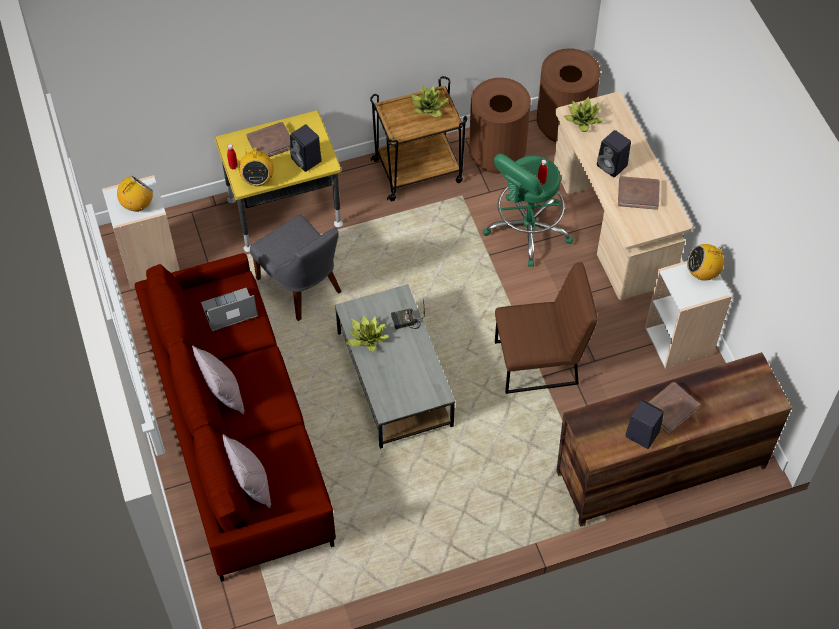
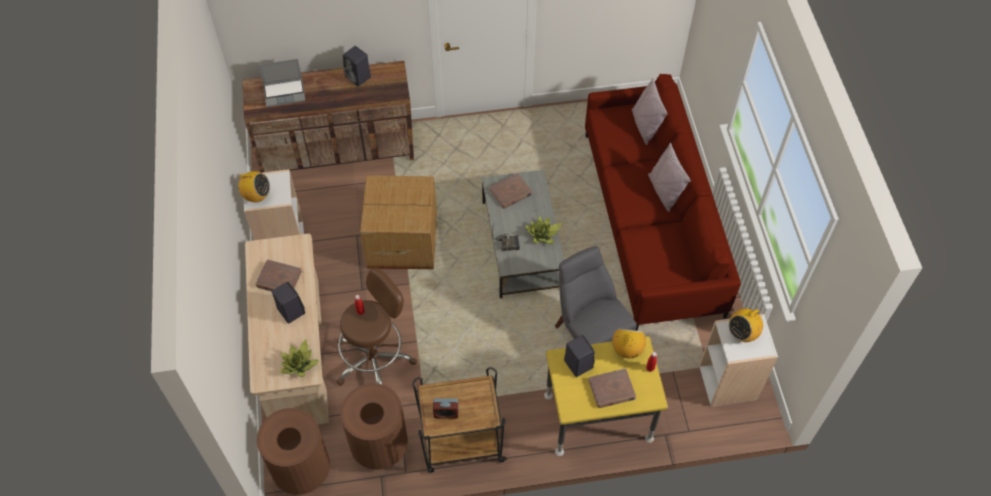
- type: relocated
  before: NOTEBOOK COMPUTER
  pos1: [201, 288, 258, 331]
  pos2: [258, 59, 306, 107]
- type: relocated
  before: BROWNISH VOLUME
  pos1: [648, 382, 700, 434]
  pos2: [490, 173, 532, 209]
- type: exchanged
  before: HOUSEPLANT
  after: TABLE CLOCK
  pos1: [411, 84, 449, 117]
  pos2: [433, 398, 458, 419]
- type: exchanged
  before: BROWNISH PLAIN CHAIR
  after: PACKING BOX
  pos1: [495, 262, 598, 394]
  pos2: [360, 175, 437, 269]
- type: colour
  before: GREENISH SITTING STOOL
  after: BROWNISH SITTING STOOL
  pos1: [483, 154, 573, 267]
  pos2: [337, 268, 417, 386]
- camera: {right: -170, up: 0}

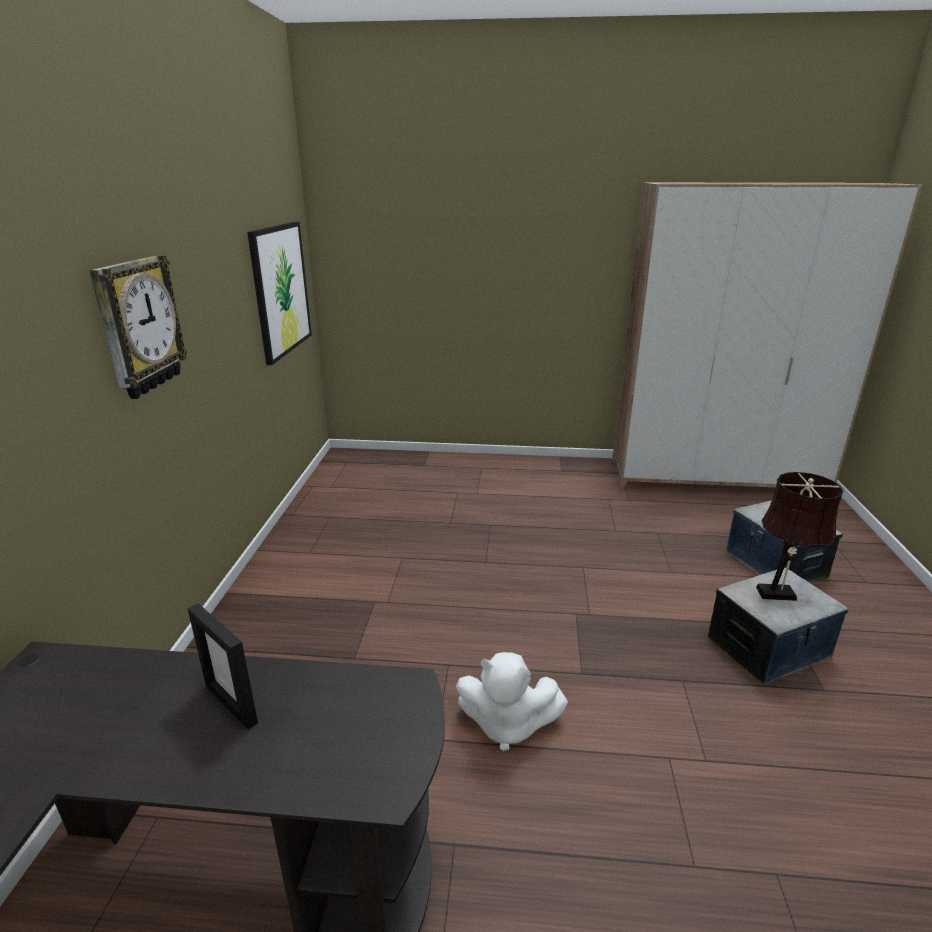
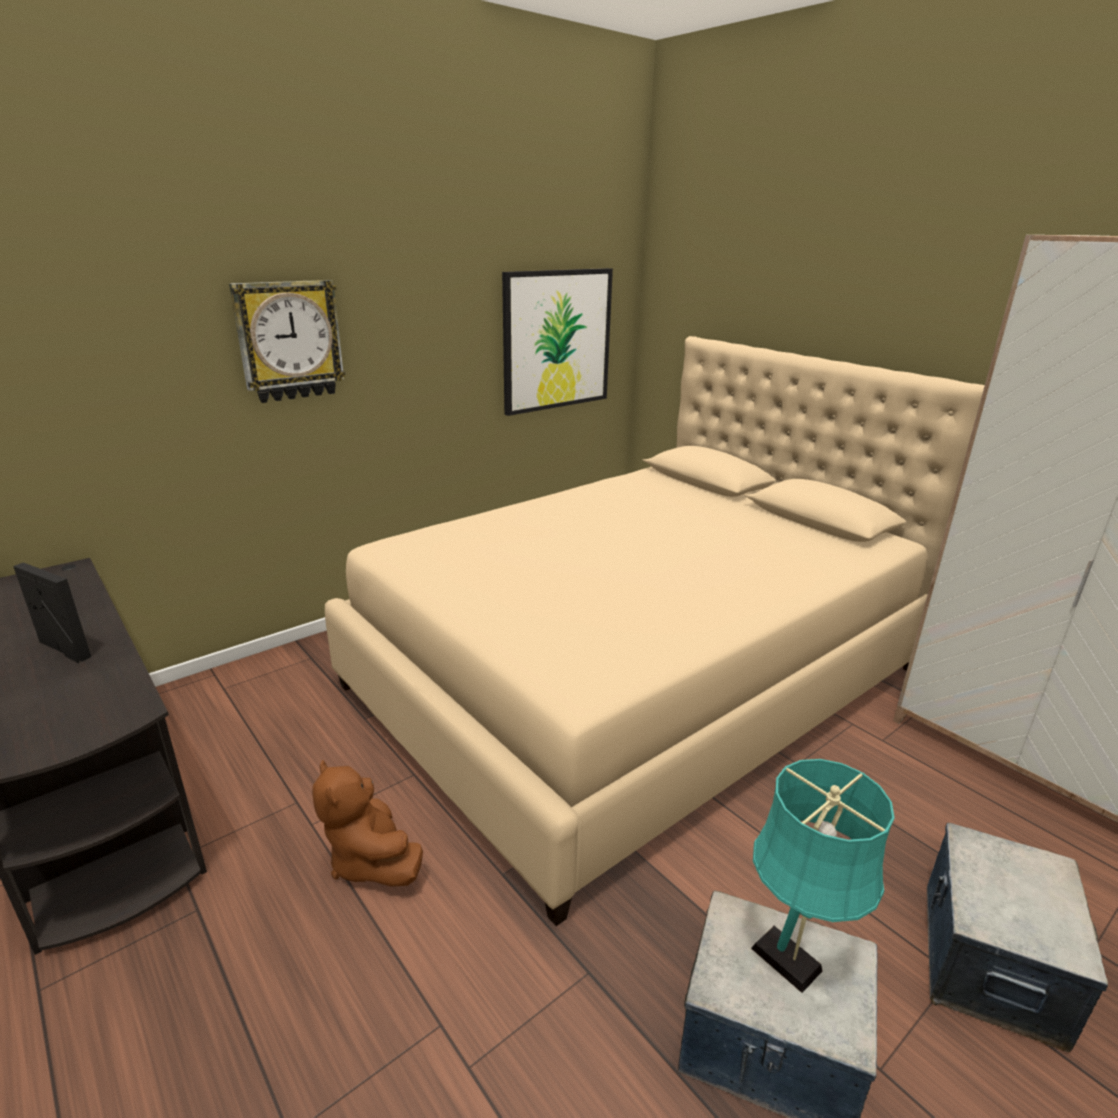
- type: appeared
  after: BEIGE BEDROOM BED
  pos2: [325, 336, 985, 926]
- type: colour
  before: WHITISH PLUSH TOY
  after: BROWNISH PLUSH TOY
  pos1: [456, 652, 568, 751]
  pos2: [312, 760, 423, 887]
- type: colour
  before: BROWNISH TABLETOP LAMP
  after: BLUE-GREEN TABLETOP LAMP
  pos1: [756, 472, 844, 601]
  pos2: [751, 759, 894, 993]
- type: spun
  before: PHOTO FRAME
  pos1: [187, 603, 258, 729]
  pos2: [13, 562, 91, 663]
  turn: 120
- camera: {right: 45, up: 0}

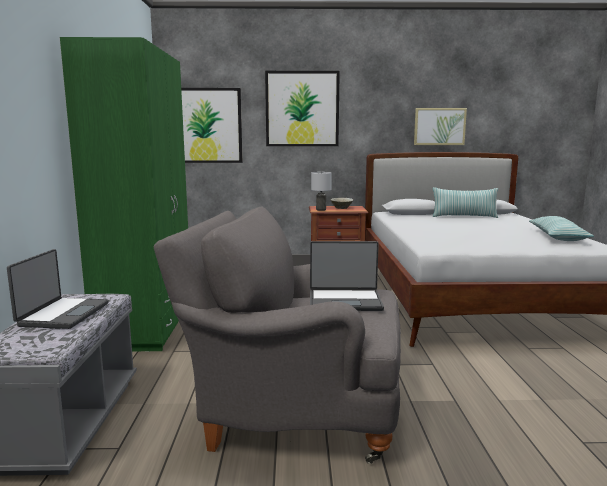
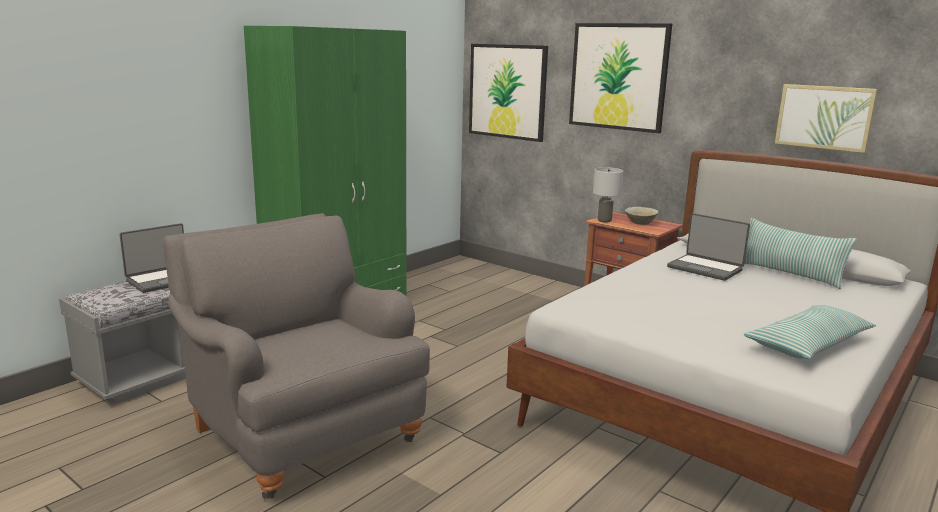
- type: relocated
  before: NOTEBOOK COMPUTER
  pos1: [310, 241, 384, 311]
  pos2: [667, 213, 750, 281]
- camera: {right: 40, up: 5}

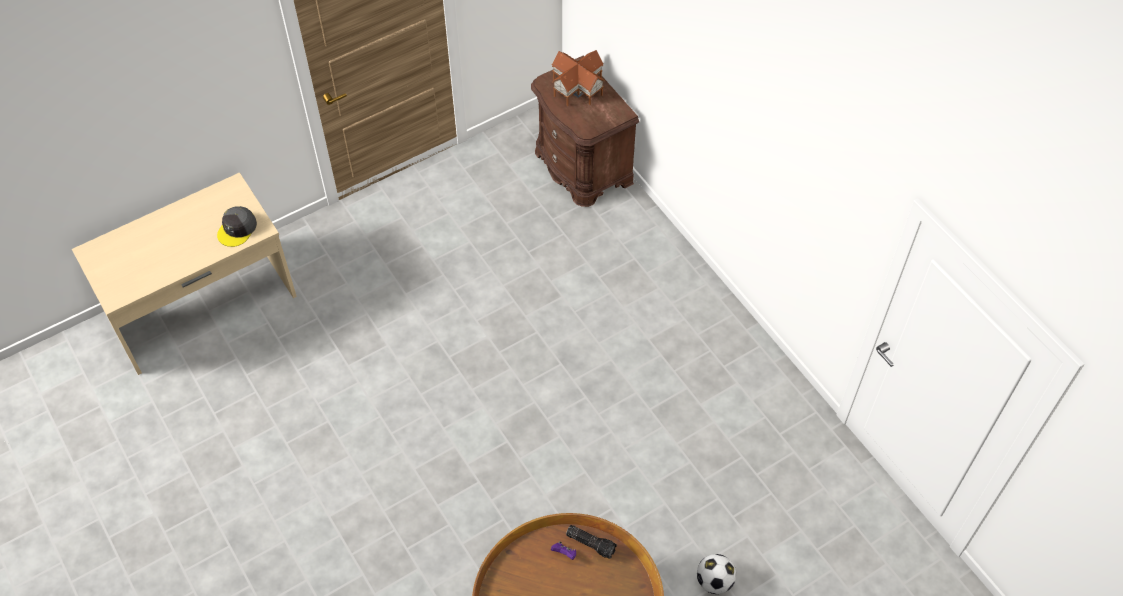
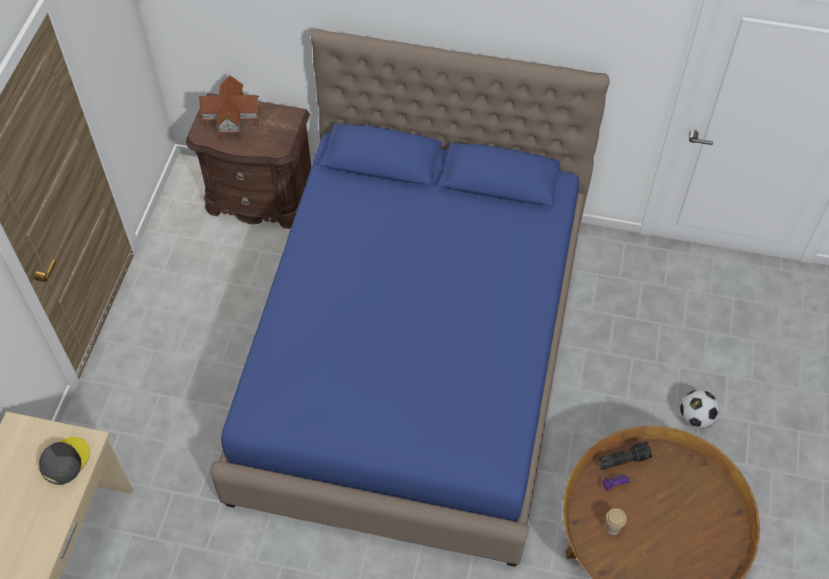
- type: appeared
  after: BLUE-COLOURED BEDROOM BED
  pos2: [211, 29, 610, 567]
- type: appeared
  after: DRINKING CUP
  pos2: [605, 508, 627, 535]
- type: spun
  before: GREYISH BASEBALL CAP
  pos1: [217, 206, 257, 247]
  pos2: [39, 437, 90, 485]
  turn: -135
- camera: {right: -45, up: 0}

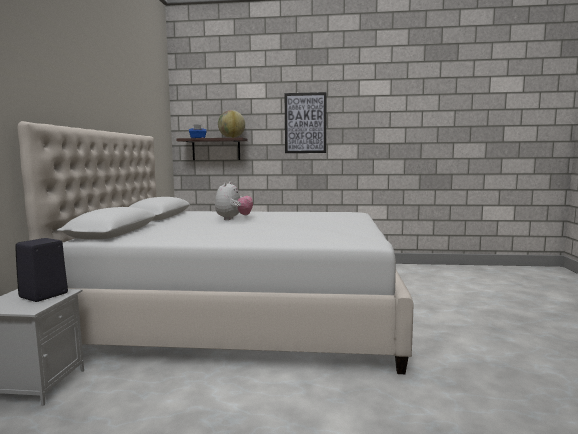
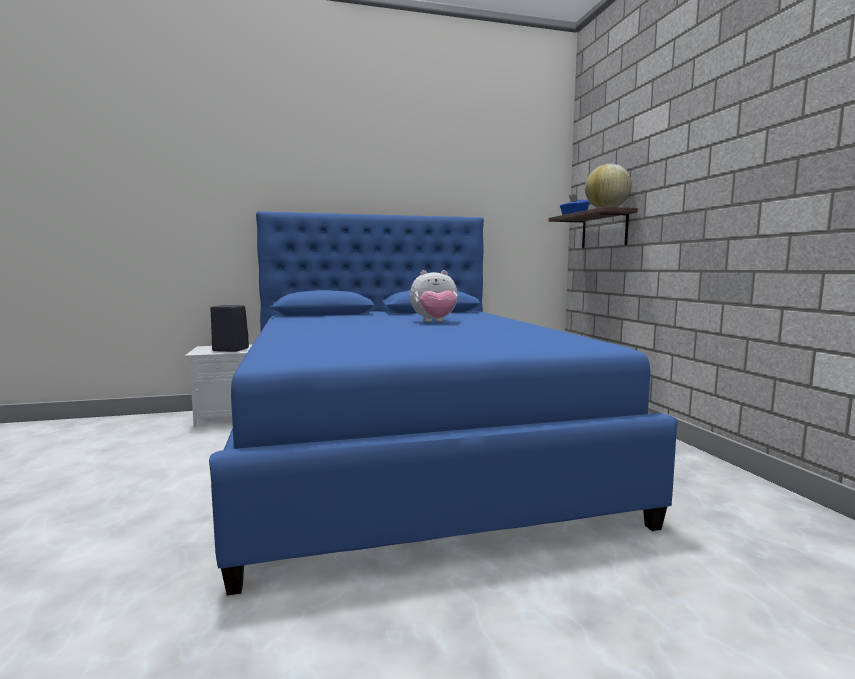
- type: missing
  before: WALL ART
  pos1: [285, 92, 327, 153]
- type: colour
  before: WHITISH BEDROOM BED
  after: BLUE-COLOURED BEDROOM BED
  pos1: [18, 121, 413, 374]
  pos2: [209, 211, 678, 596]
- camera: {right: 70, up: 0}

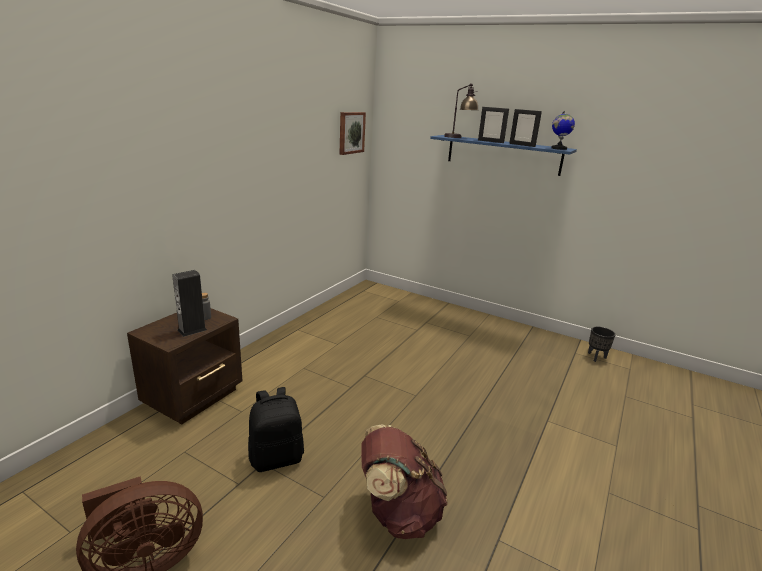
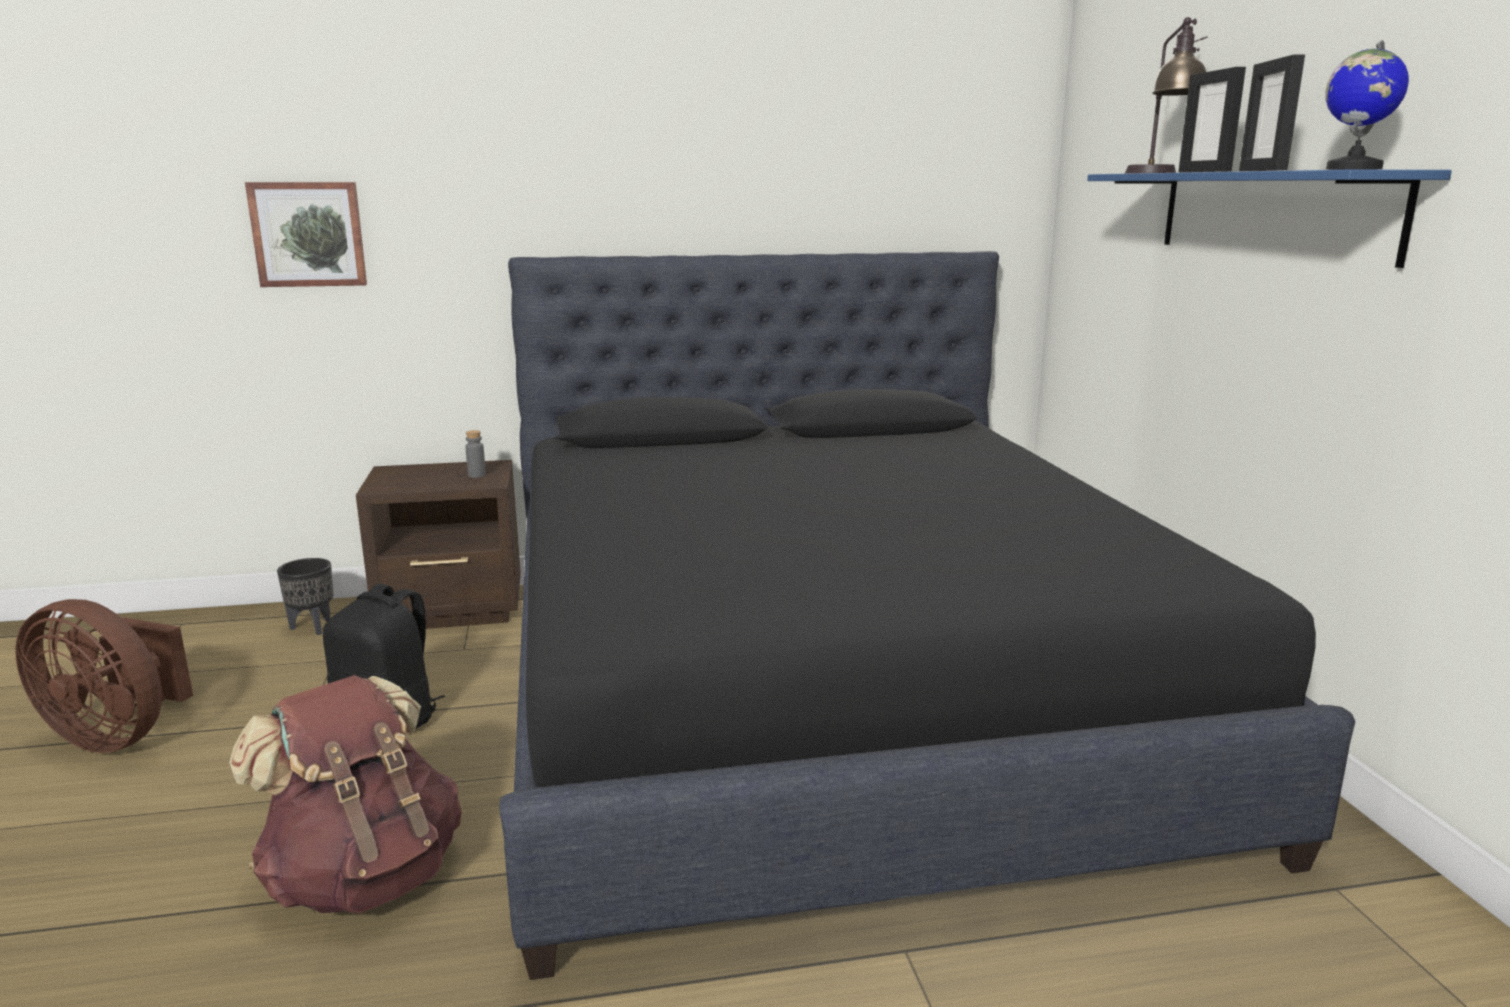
- type: missing
  before: AUDIO SPEAKER
  pos1: [172, 270, 207, 337]
- type: appeared
  after: BLACKISH BEDROOM BED
  pos2: [499, 251, 1355, 980]
- type: relocated
  before: WALL ART
  pos1: [339, 112, 366, 155]
  pos2: [245, 182, 367, 287]
- type: relocated
  before: BLACKISH PLANTER
  pos1: [588, 327, 615, 362]
  pos2: [277, 558, 334, 635]
- camera: {right: 50, up: -5}

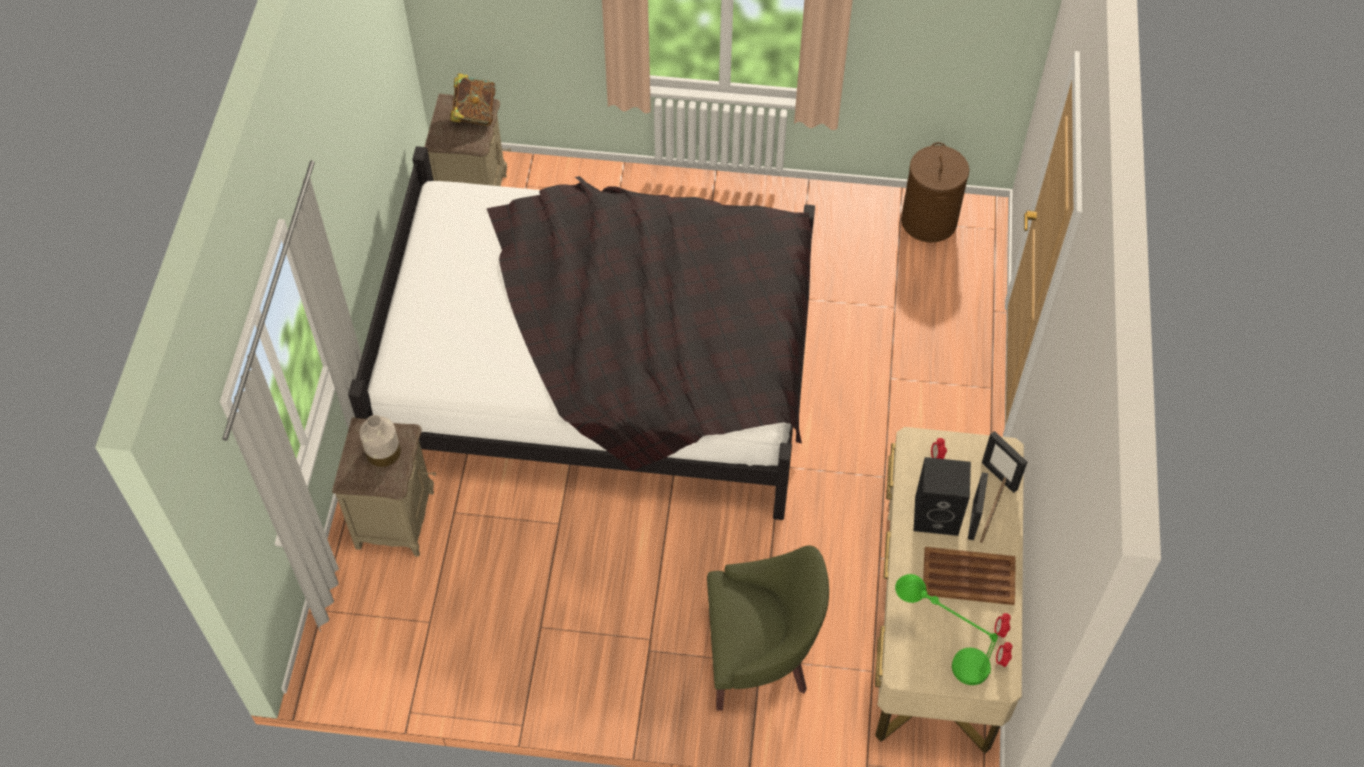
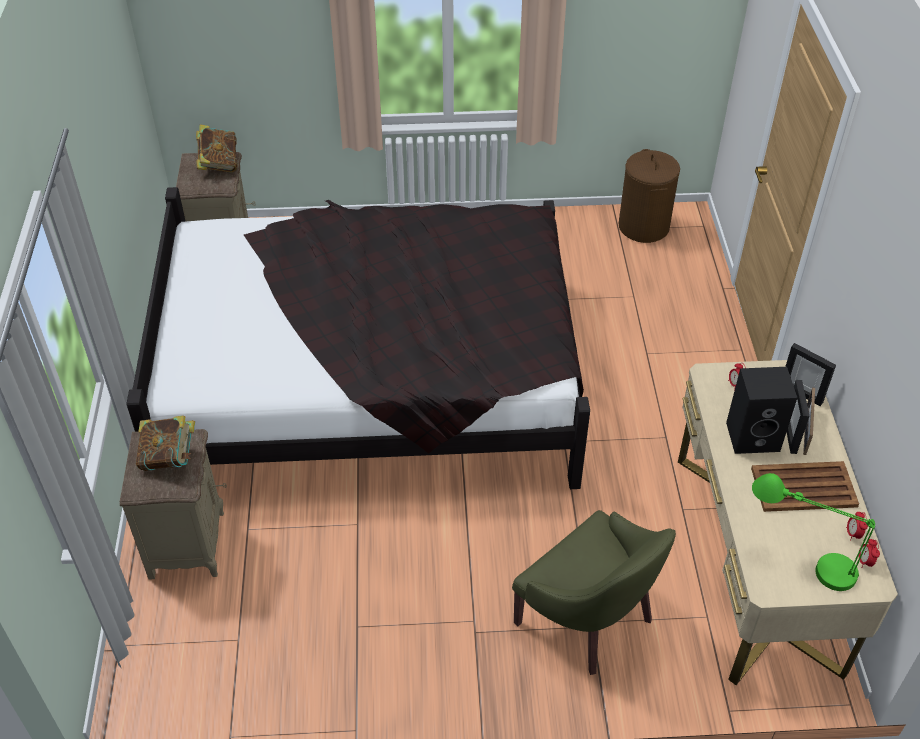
- type: exchanged
  before: BEIGE VASE
  after: VOLUME
  pos1: [359, 415, 401, 467]
  pos2: [136, 415, 195, 471]
- type: spun
  before: GREENISH LOUNGE CHAIR
  pos1: [707, 545, 829, 711]
  pos2: [512, 510, 676, 675]
  turn: 60
- camera: {right: -10, up: -10}

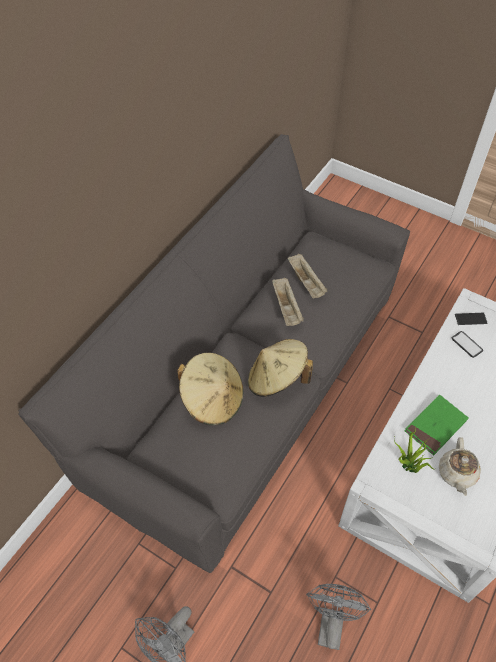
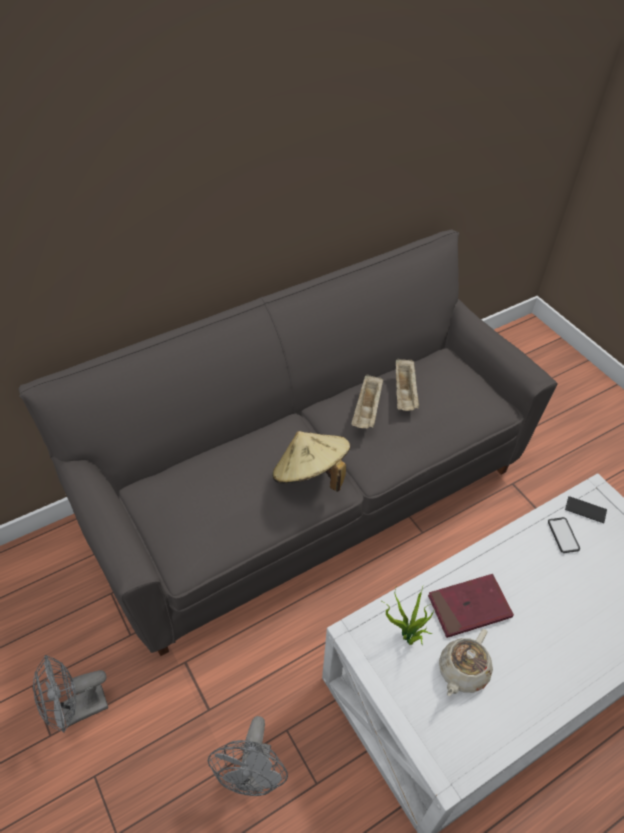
- type: missing
  before: BEIGE WEARABLE HAT
  pos1: [177, 353, 243, 425]
- type: colour
  before: GREENISH VOLUME
  after: RED-COLOURED VOLUME
  pos1: [405, 395, 468, 455]
  pos2: [428, 574, 514, 638]
- type: spun
  before: GREYISH FAN
  pos1: [306, 584, 371, 650]
  pos2: [208, 716, 288, 796]
  turn: 150
- camera: {right: 25, up: -5}

